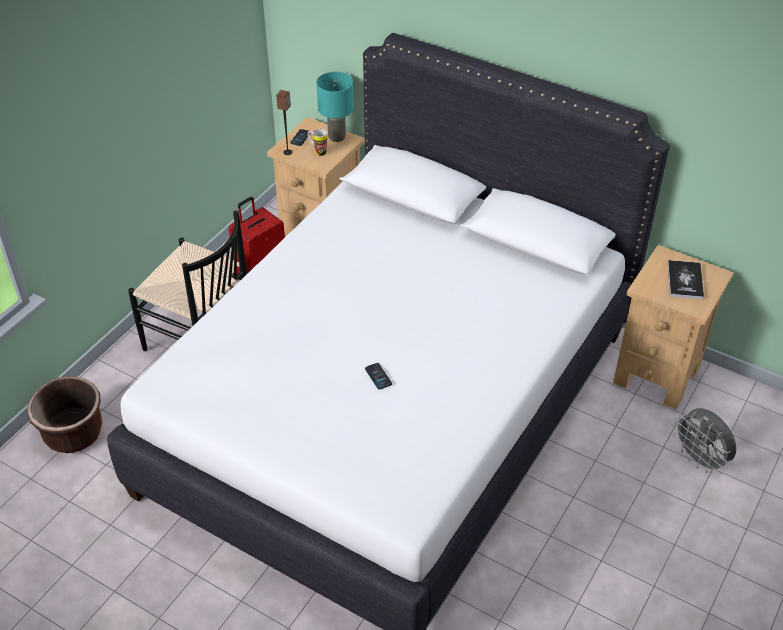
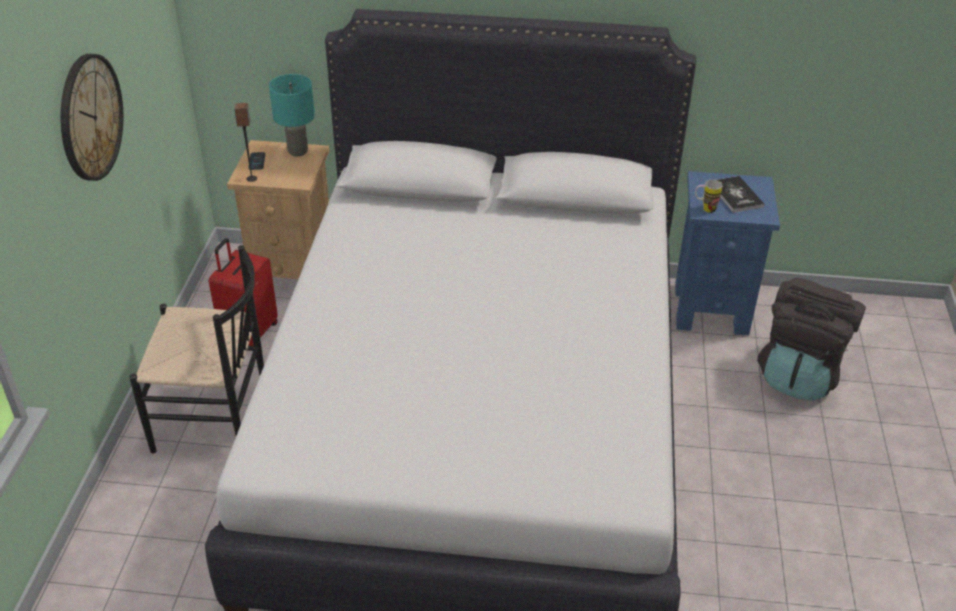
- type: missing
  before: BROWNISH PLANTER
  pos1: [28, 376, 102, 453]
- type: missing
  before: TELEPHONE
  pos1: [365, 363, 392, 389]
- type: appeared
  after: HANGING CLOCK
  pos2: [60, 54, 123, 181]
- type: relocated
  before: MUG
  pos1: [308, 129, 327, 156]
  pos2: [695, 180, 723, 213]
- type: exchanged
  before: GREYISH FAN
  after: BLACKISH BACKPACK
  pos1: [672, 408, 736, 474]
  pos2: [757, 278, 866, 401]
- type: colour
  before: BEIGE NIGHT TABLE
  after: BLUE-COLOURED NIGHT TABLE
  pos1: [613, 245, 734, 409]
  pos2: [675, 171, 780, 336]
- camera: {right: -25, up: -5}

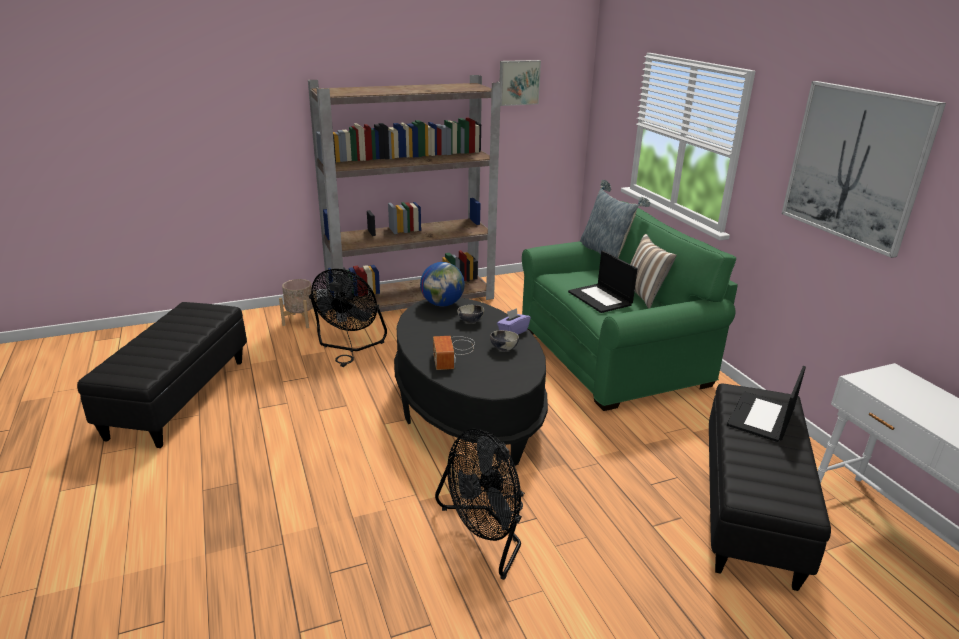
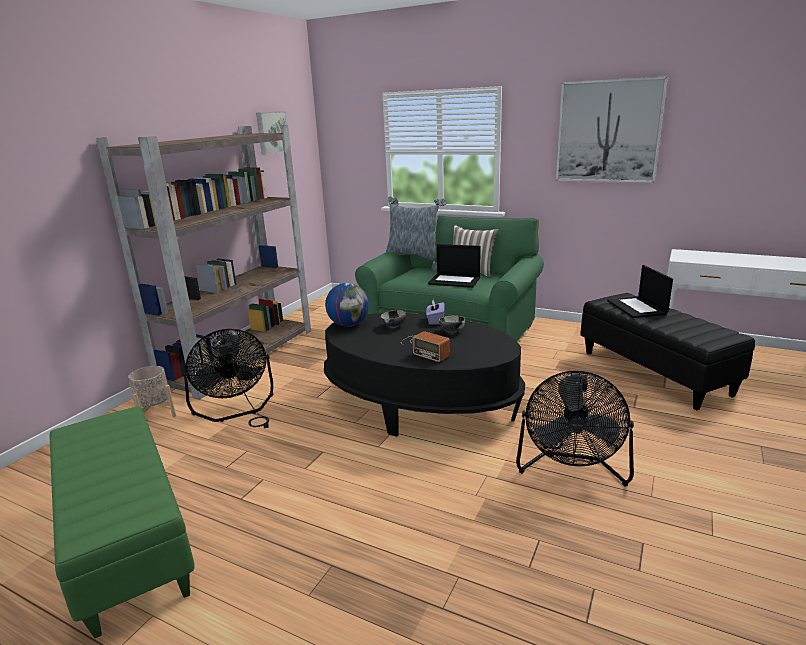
- type: colour
  before: BLACKISH FOOTREST
  after: GREENISH FOOTREST
  pos1: [77, 302, 247, 448]
  pos2: [49, 406, 194, 638]
- camera: {right: -40, up: -5}

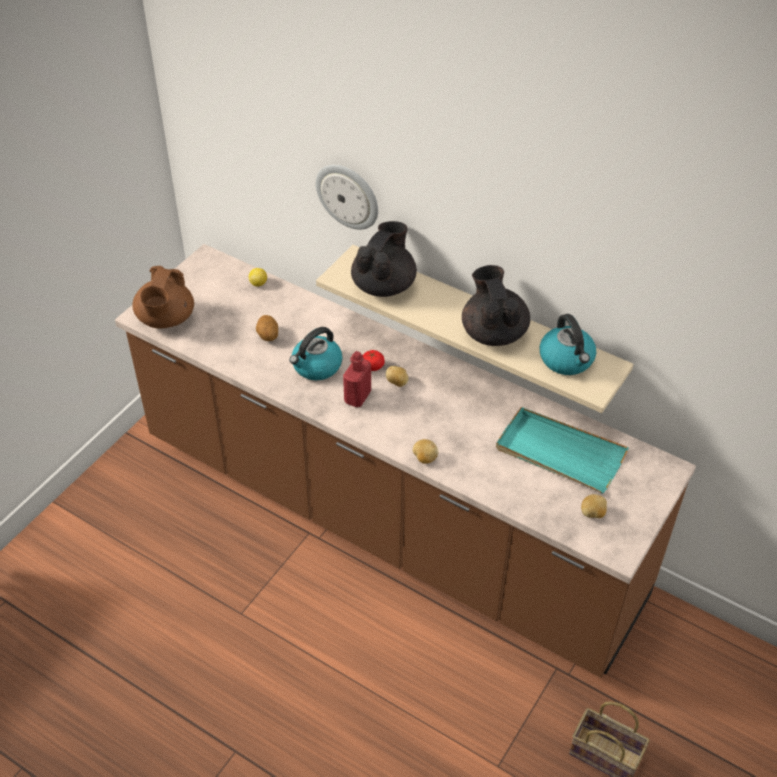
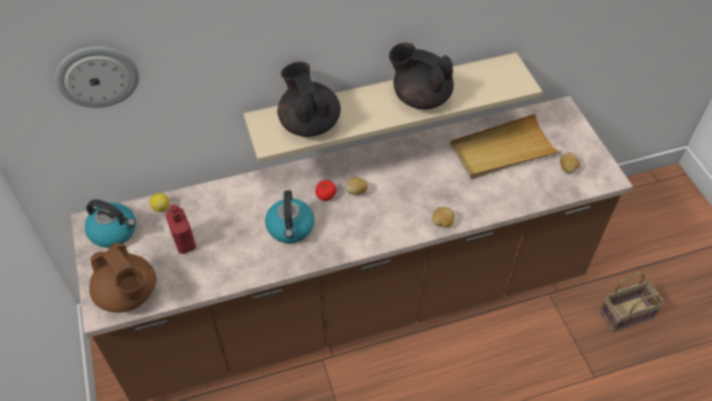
- type: missing
  before: POTATO
  pos1: [256, 315, 278, 341]
- type: relocated
  before: HANGING CLOCK
  pos1: [316, 165, 378, 230]
  pos2: [55, 47, 139, 108]
- type: relocated
  before: RED-COLOURED BEVERAGE BOTTLE
  pos1: [343, 351, 371, 407]
  pos2: [165, 204, 196, 254]
- type: relocated
  before: TEA KETTLE
  pos1: [540, 314, 596, 375]
  pos2: [85, 199, 136, 248]
- type: colour
  before: BLUE-GREEN SERVING TRAY
  after: BEIGE SERVING TRAY
  pos1: [496, 407, 629, 494]
  pos2: [450, 114, 561, 179]
- camera: {right: -50, up: 5}

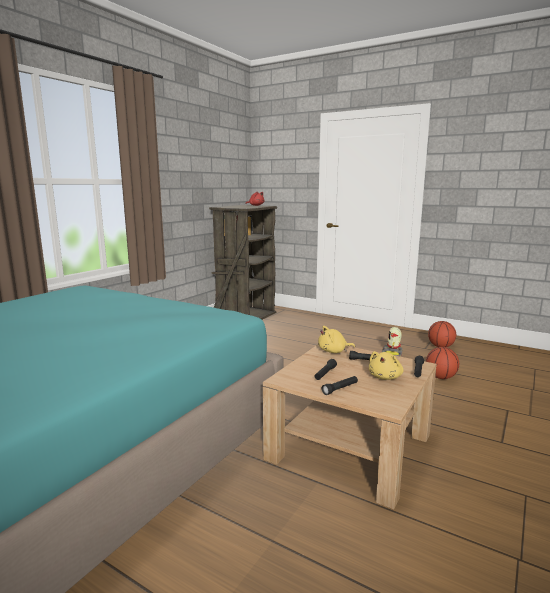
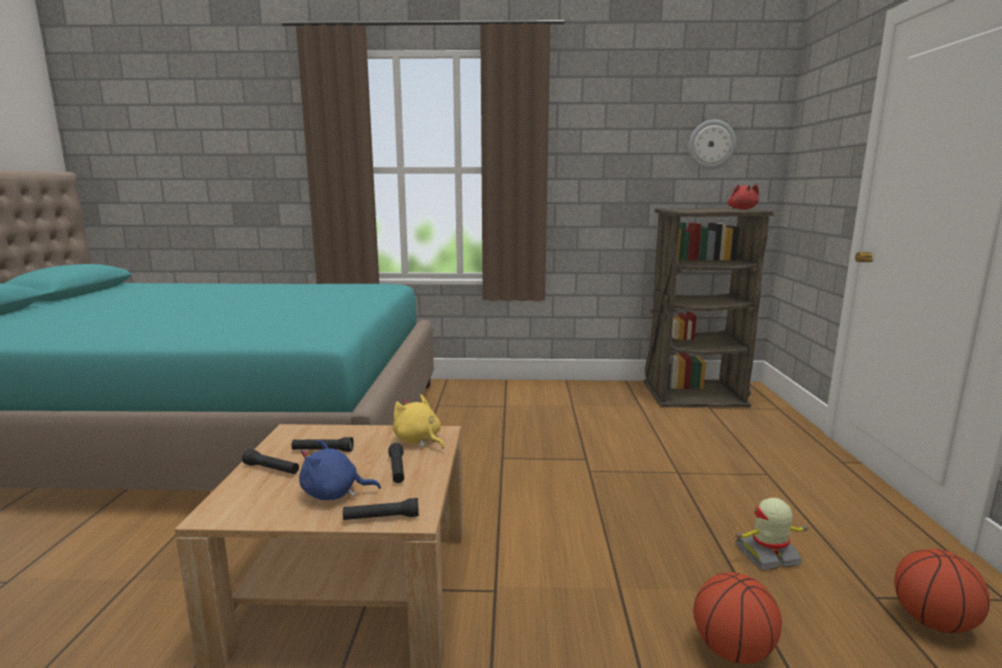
- type: appeared
  after: HANGING CLOCK
  pos2: [688, 120, 736, 169]
- type: colour
  before: YELLOW PLUSH TOY
  after: BLUE-COLOURED PLUSH TOY
  pos1: [369, 351, 403, 380]
  pos2: [299, 440, 381, 500]
- camera: {right: 60, up: 0}

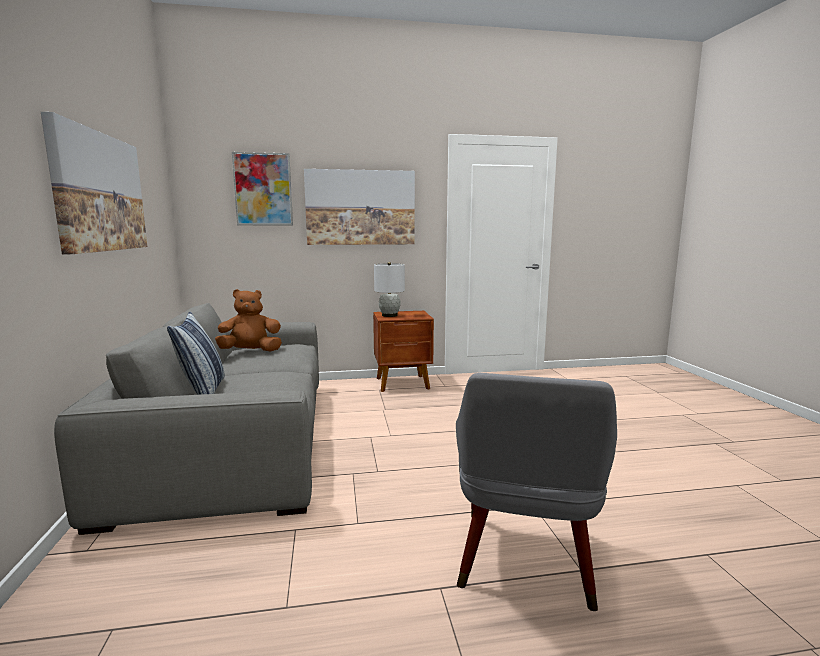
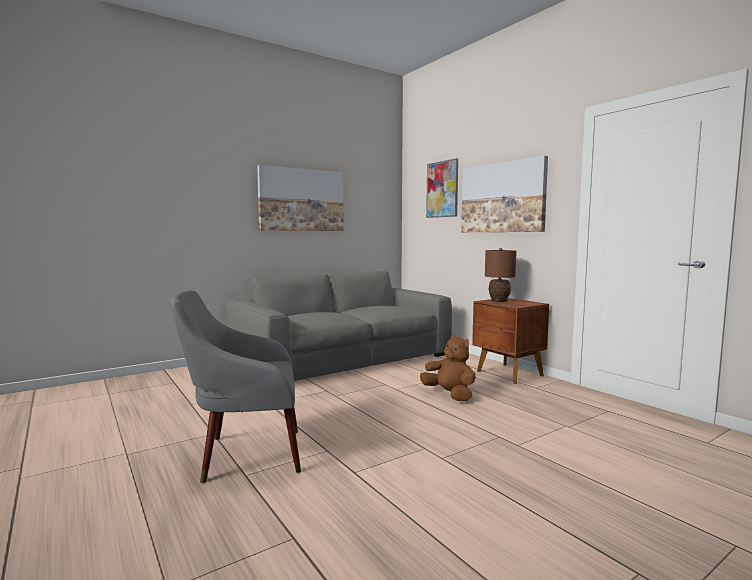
- type: missing
  before: THROW PILLOW
  pos1: [167, 312, 225, 395]
- type: relocated
  before: BROWNISH PLUSH TOY
  pos1: [215, 289, 282, 352]
  pos2: [420, 334, 476, 401]
- type: colour
  before: WHITISH TABLETOP LAMP
  after: BROWNISH TABLETOP LAMP
  pos1: [374, 262, 405, 317]
  pos2: [485, 248, 517, 302]
- camera: {right: 65, up: -5}

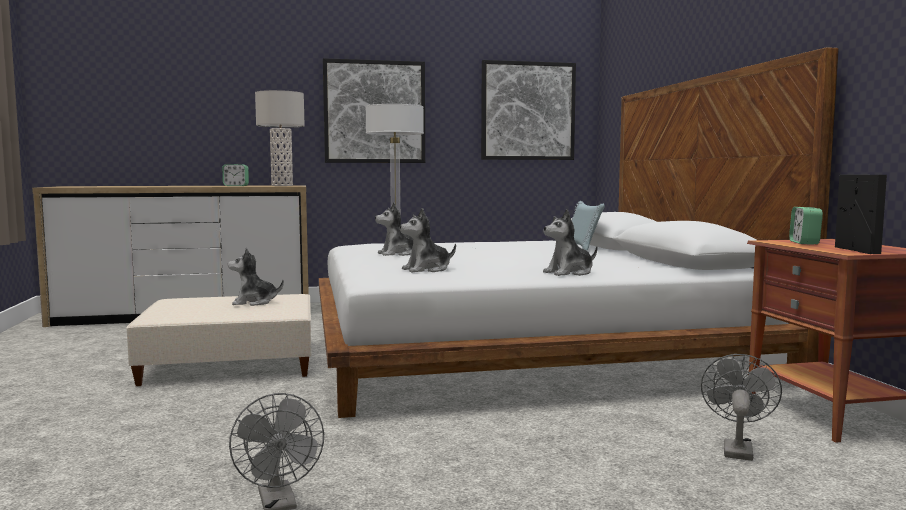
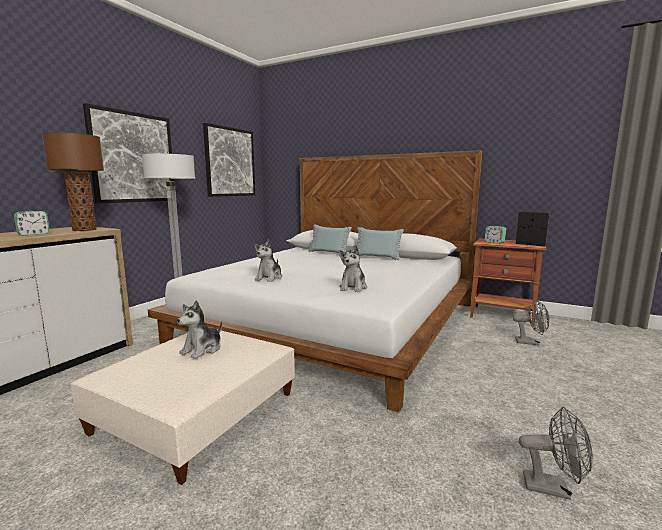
- type: missing
  before: PLUSH TOY
  pos1: [543, 209, 598, 276]
- type: appeared
  after: BLUE-COLOURED THROW PILLOW
  pos2: [357, 227, 404, 260]
- type: colour
  before: WHITISH TABLETOP LAMP
  after: BROWNISH TABLETOP LAMP
  pos1: [255, 90, 305, 186]
  pos2: [42, 132, 104, 231]
- type: spun
  before: GREYISH FAN
  pos1: [701, 354, 782, 461]
  pos2: [513, 300, 549, 345]
  turn: 135
- camera: {right: -50, up: 5}

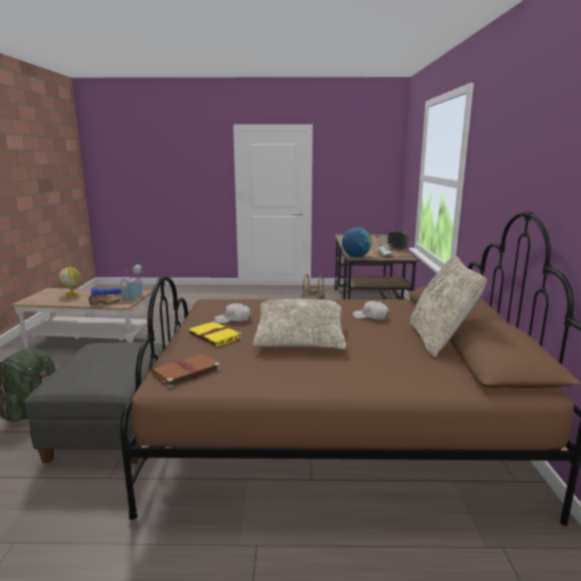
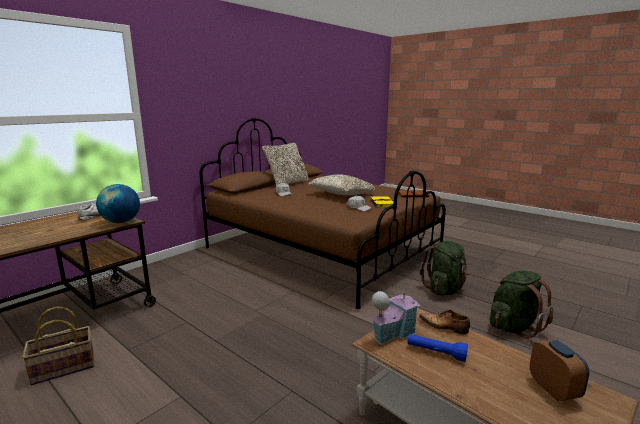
- type: missing
  before: GLOBE
  pos1: [58, 264, 81, 297]
- type: relocated
  before: TABLE CLOCK
  pos1: [387, 229, 409, 251]
  pos2: [530, 340, 589, 401]
- type: exchanged
  before: GREYISH FOOTREST
  after: GREENISH BACKPACK
  pos1: [25, 342, 167, 464]
  pos2: [420, 241, 469, 296]
- camera: {right: -140, up: 0}

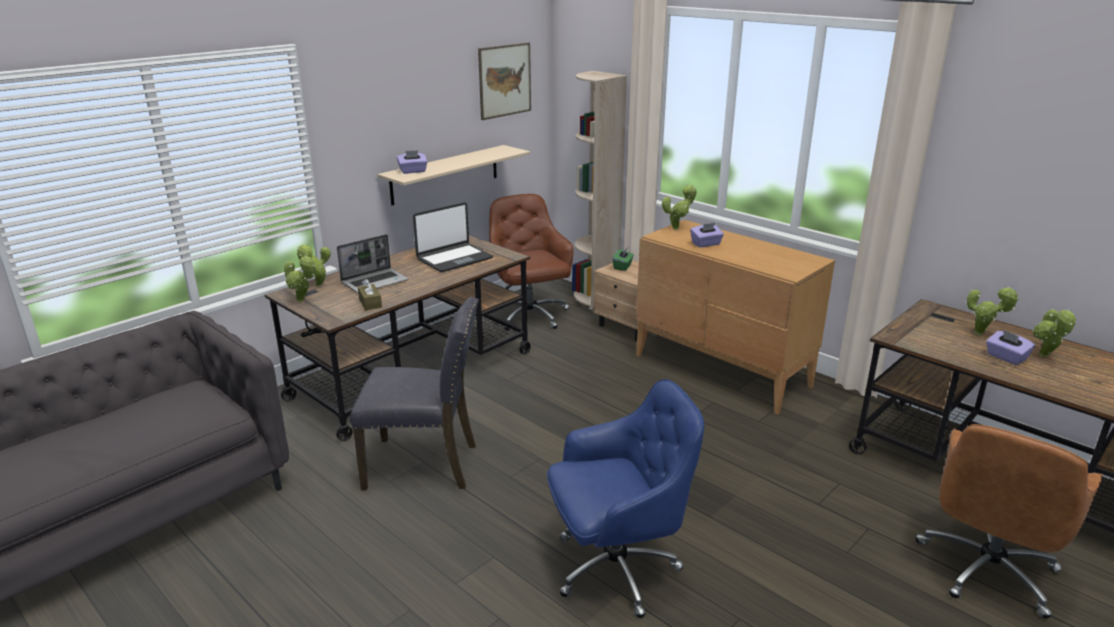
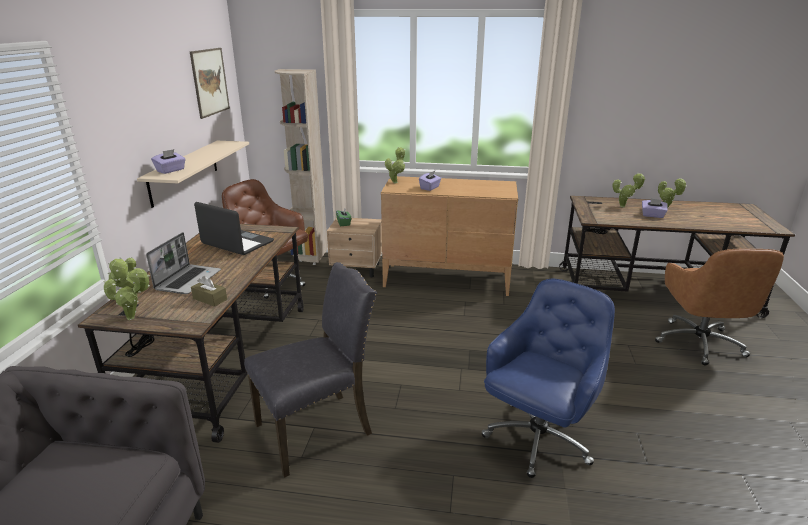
- type: spun
  before: NOTEBOOK COMPUTER
  pos1: [413, 202, 493, 272]
  pos2: [194, 202, 274, 255]
  turn: -75
- camera: {right: -35, up: 0}

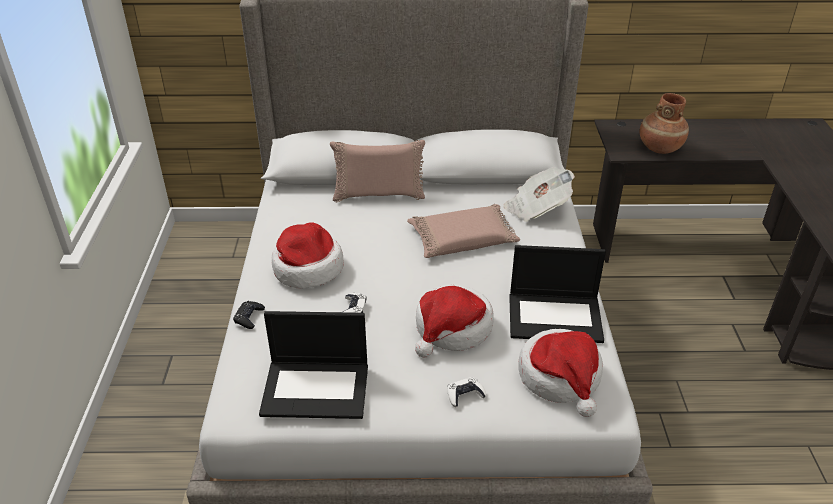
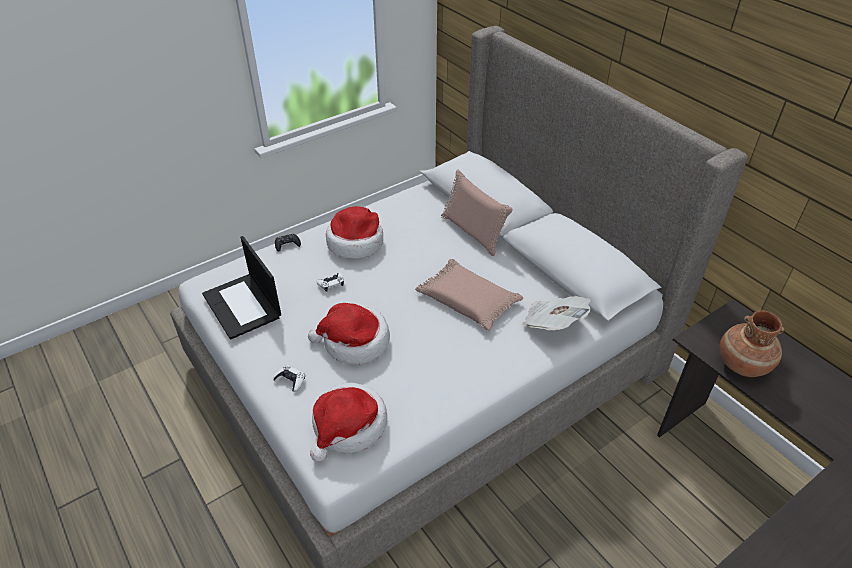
- type: missing
  before: NOTEBOOK COMPUTER
  pos1: [509, 245, 606, 343]
- camera: {right: 55, up: 5}

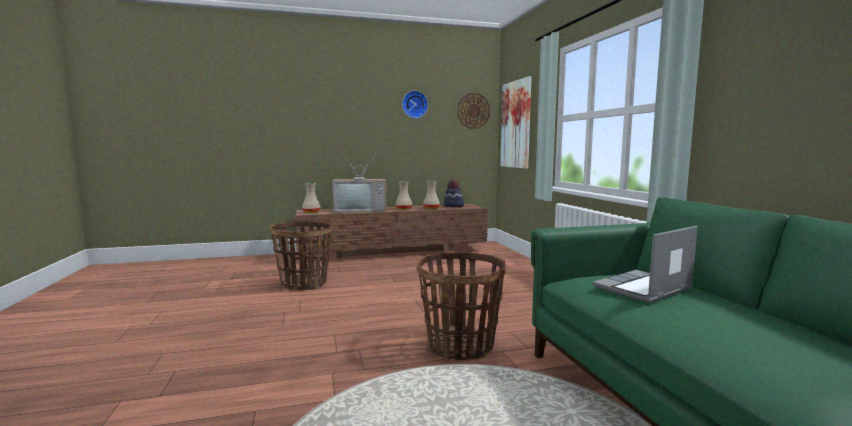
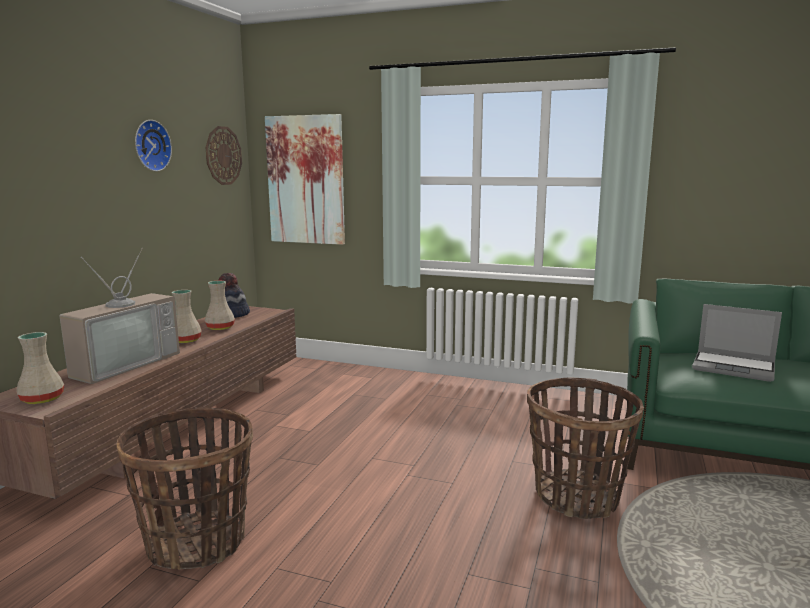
- type: spun
  before: NOTEBOOK COMPUTER
  pos1: [592, 226, 698, 303]
  pos2: [692, 304, 782, 382]
  turn: -60
- camera: {right: -55, up: 5}

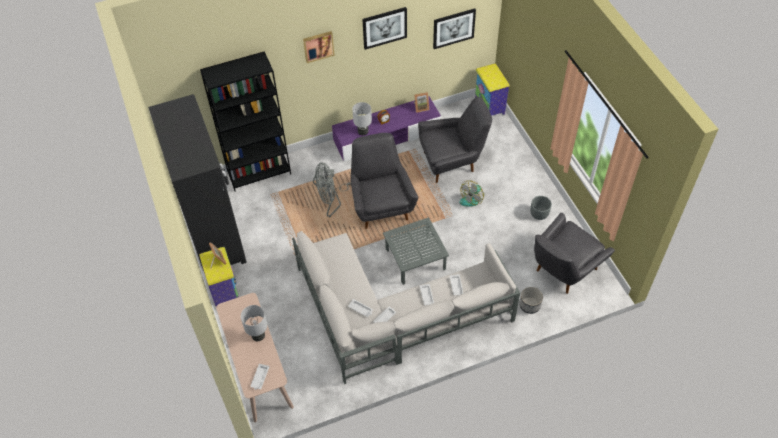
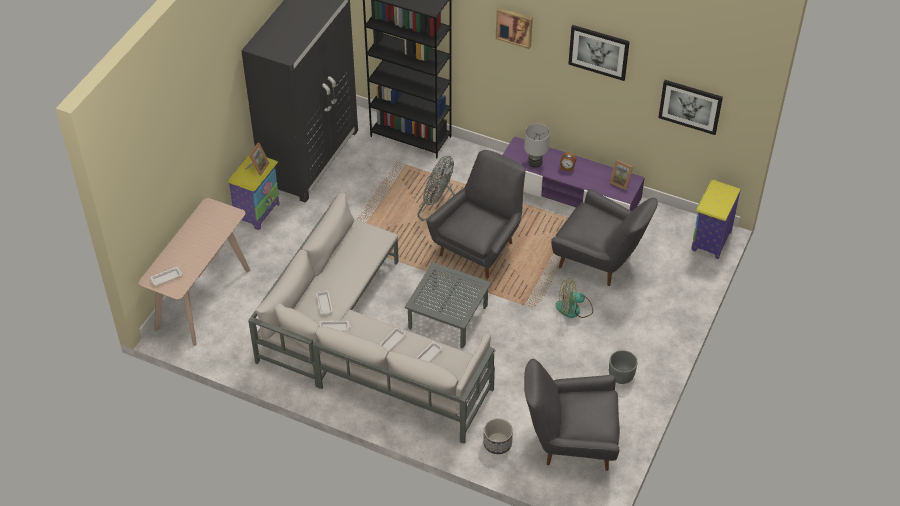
- type: missing
  before: GREYISH TABLETOP LAMP
  pos1: [241, 305, 267, 341]
- camera: {right: 45, up: -5}

